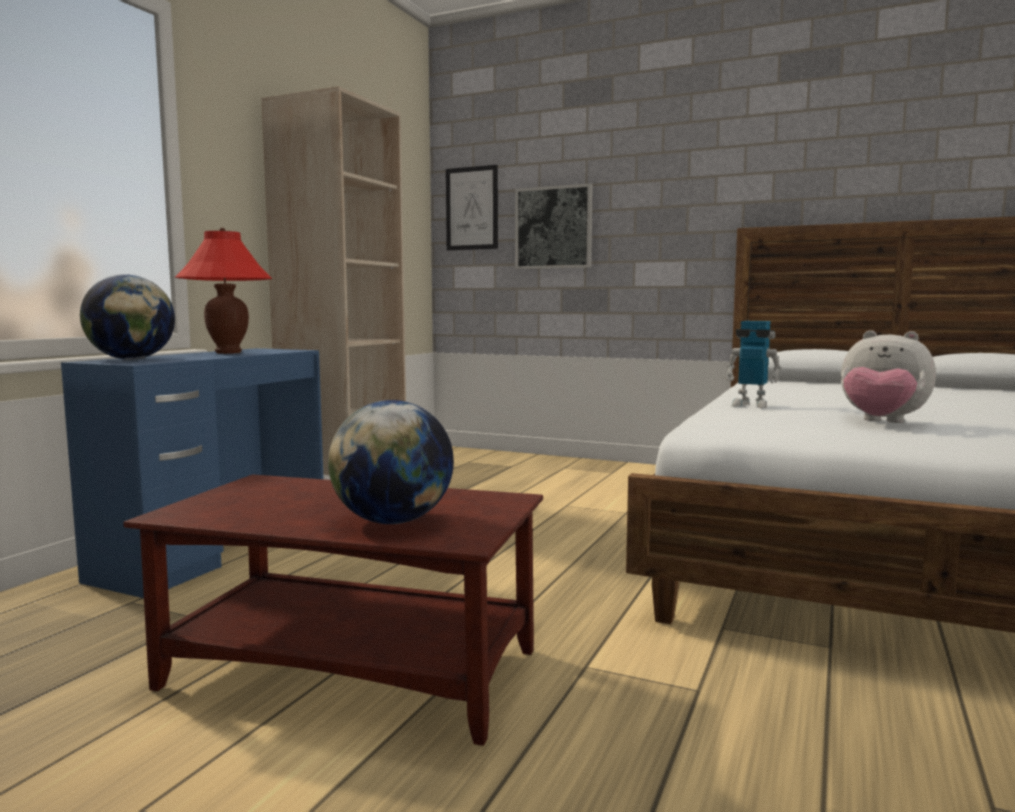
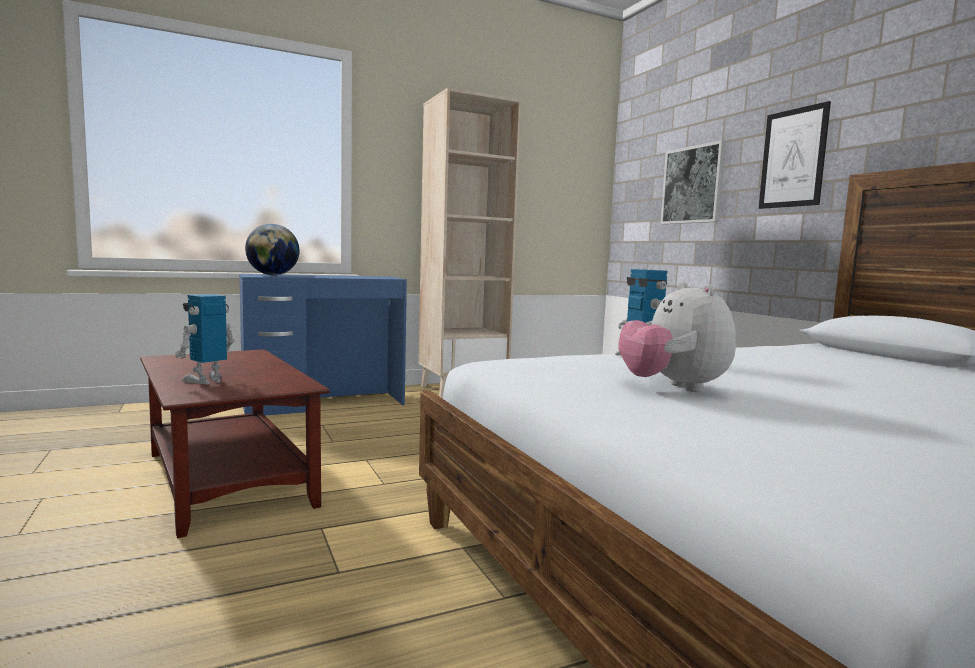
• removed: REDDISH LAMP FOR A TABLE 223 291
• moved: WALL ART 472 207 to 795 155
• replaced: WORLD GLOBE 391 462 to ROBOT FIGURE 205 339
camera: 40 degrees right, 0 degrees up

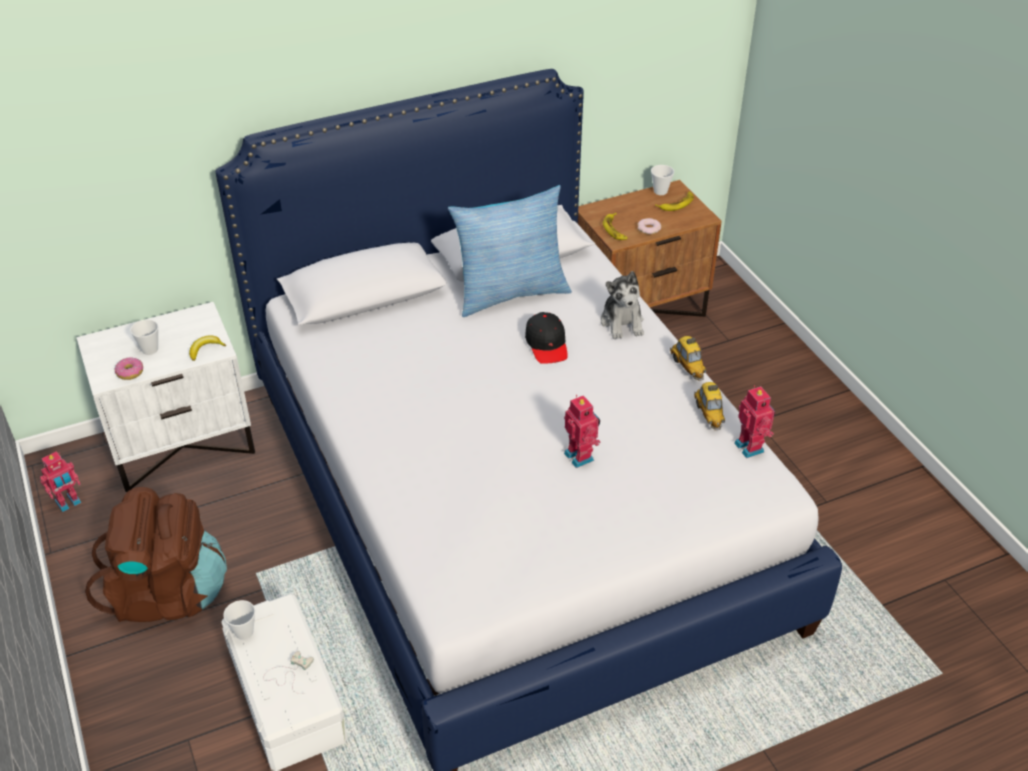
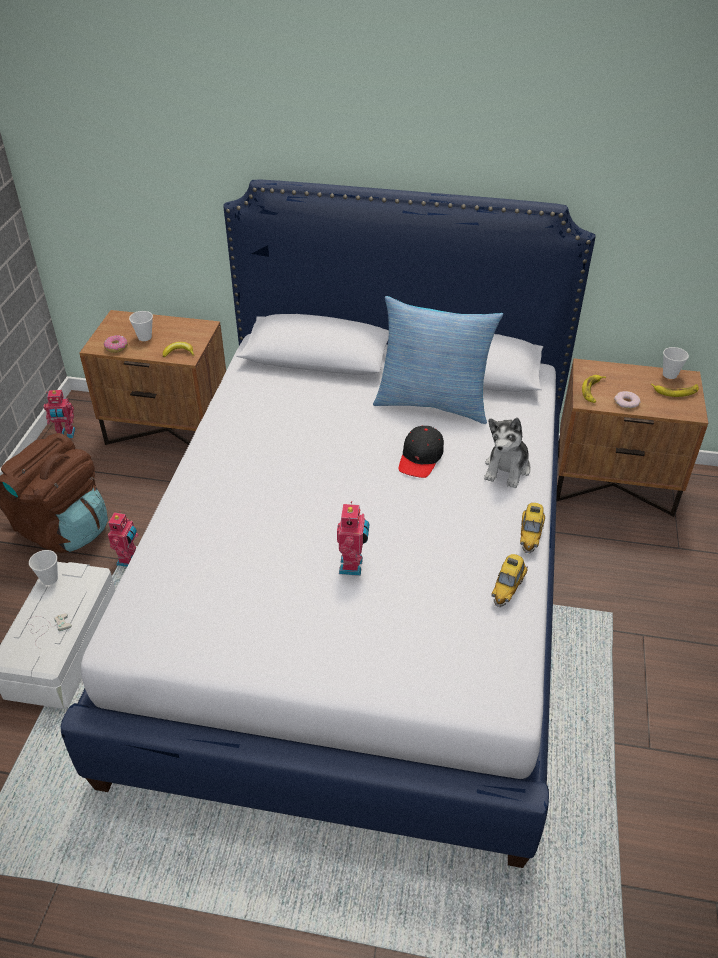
• moved: ROBOT FIGURE 754 421 to 123 539
• recoloured: WHITISH NIGHT TABLE 165 397 to BROWNISH NIGHT TABLE 152 377
camera: 35 degrees right, 0 degrees up

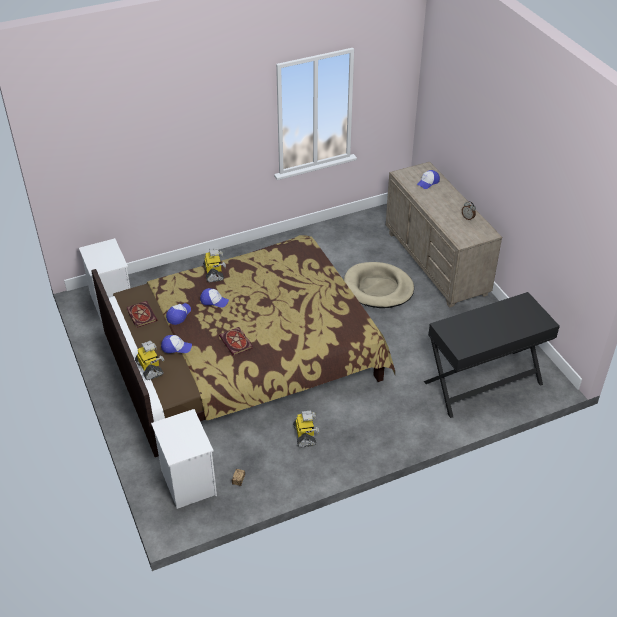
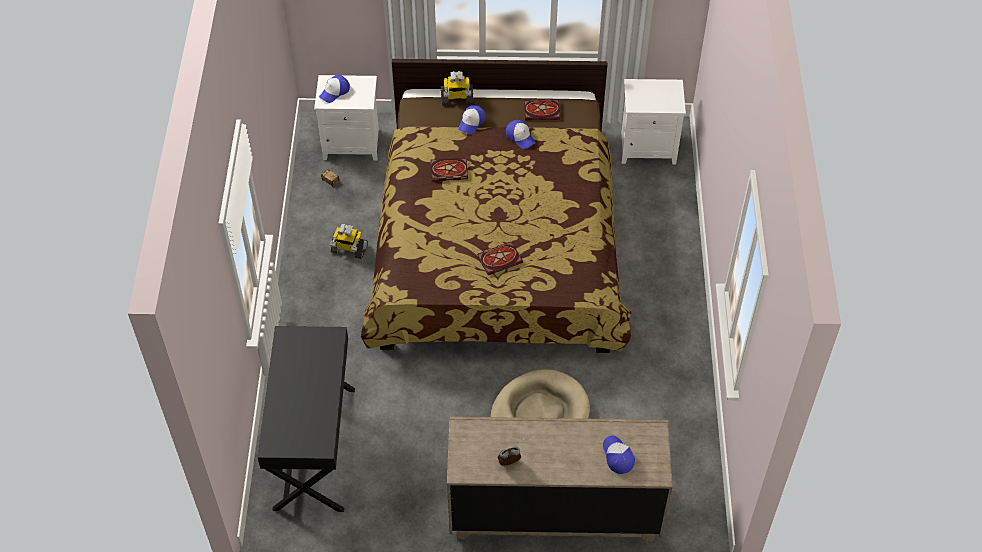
• removed: ROBOT FIGURE 214 264
• added: VOLUME 500 258
• moved: BASEBALL CAP 214 298 to 334 89
camera: 115 degrees right, 10 degrees up

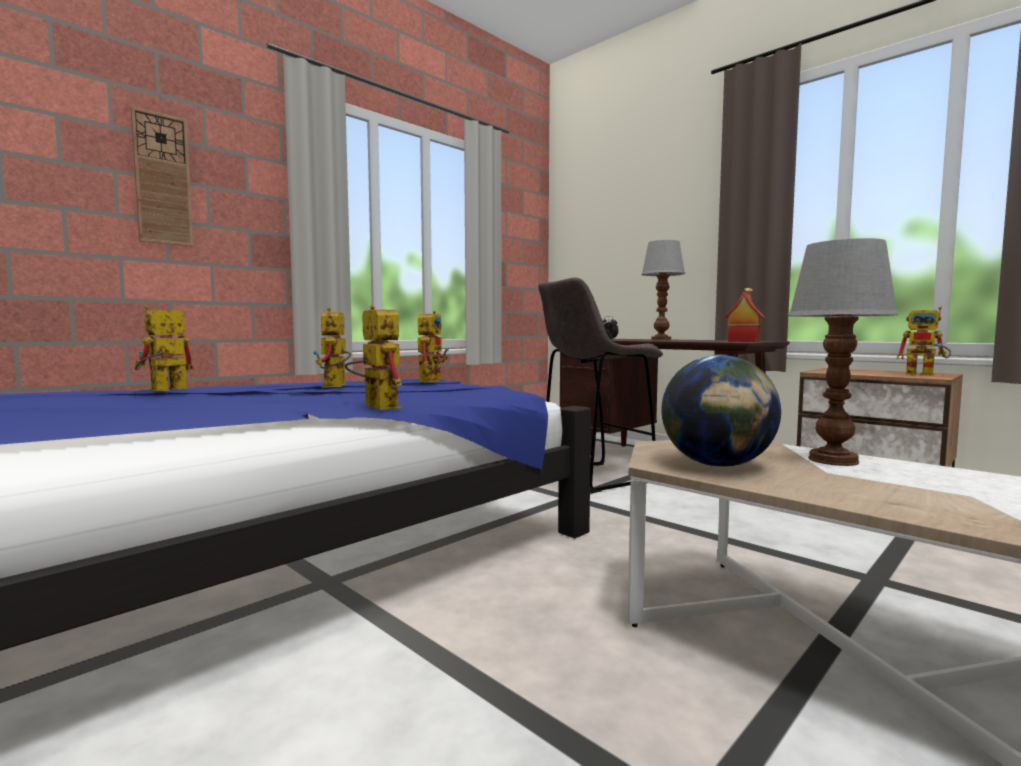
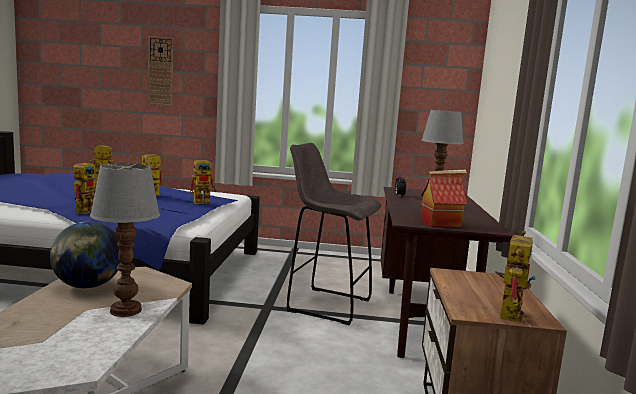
• turned: ROBOT FIGURE 923 341 = 515 277 150 degrees counterclockwise
camera: 50 degrees right, 5 degrees up

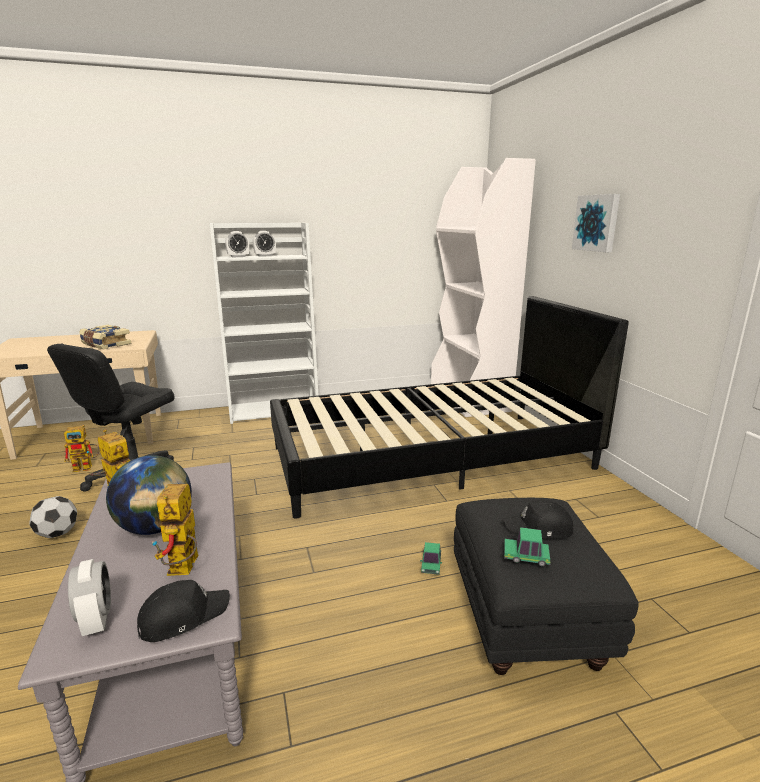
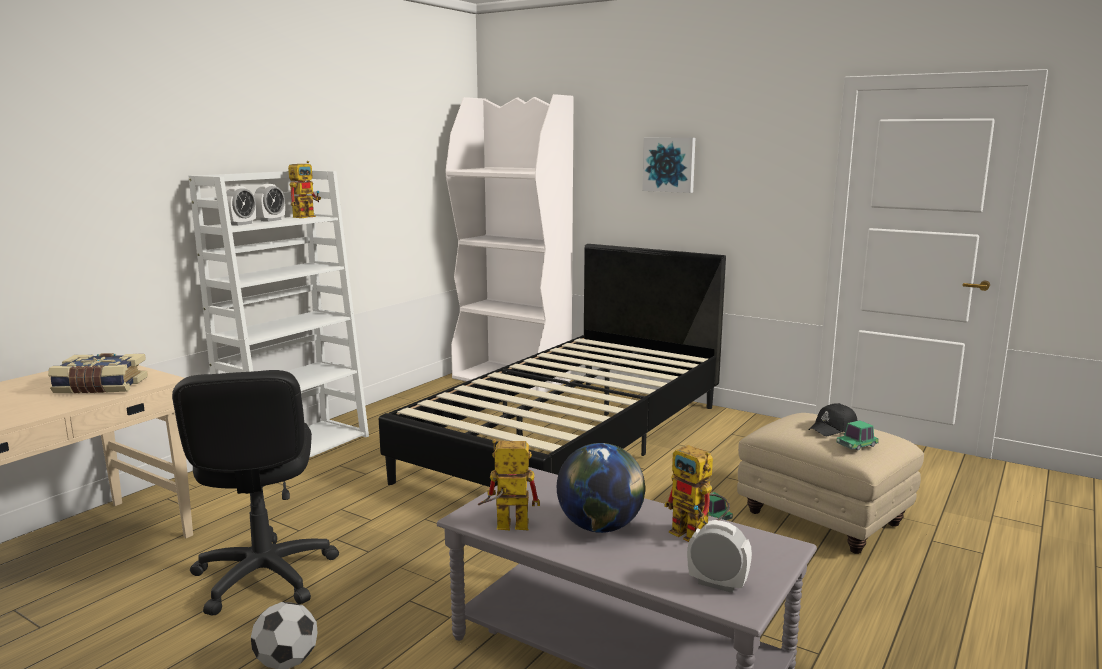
• removed: BLACK-COLOURED BASEBALL CAP 183 611
• moved: ROBOT FIGURE 82 448 to 304 189
• recoloured: BLACK-COLOURED FOOTREST 546 586 to SAND-COLOURED FOOTREST 830 483
camera: 40 degrees left, 5 degrees down

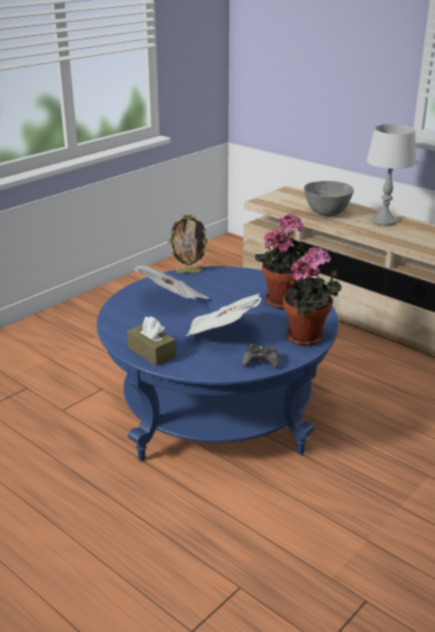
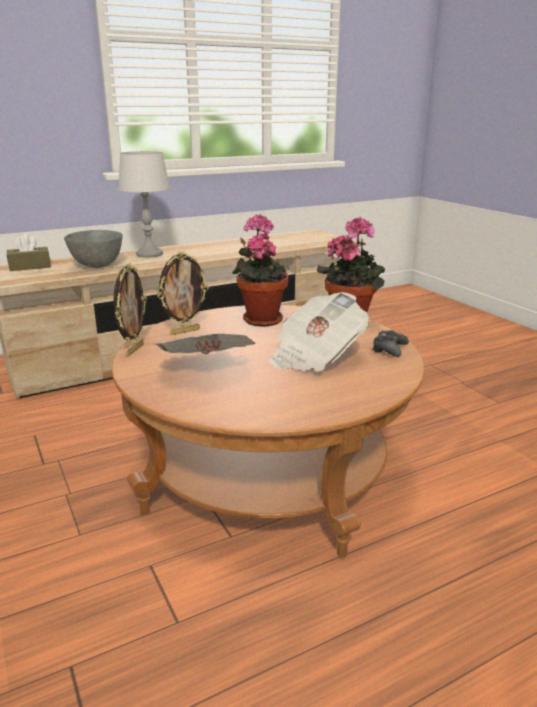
• added: PICTURE FRAME 183 293
• moved: BROWNISH TISSUE HOLDER 151 341 to 29 252
• recoloured: BLUE-COLOURED LOW TABLE 218 363 to BROWNISH LOW TABLE 268 431
camera: 70 degrees left, 5 degrees down

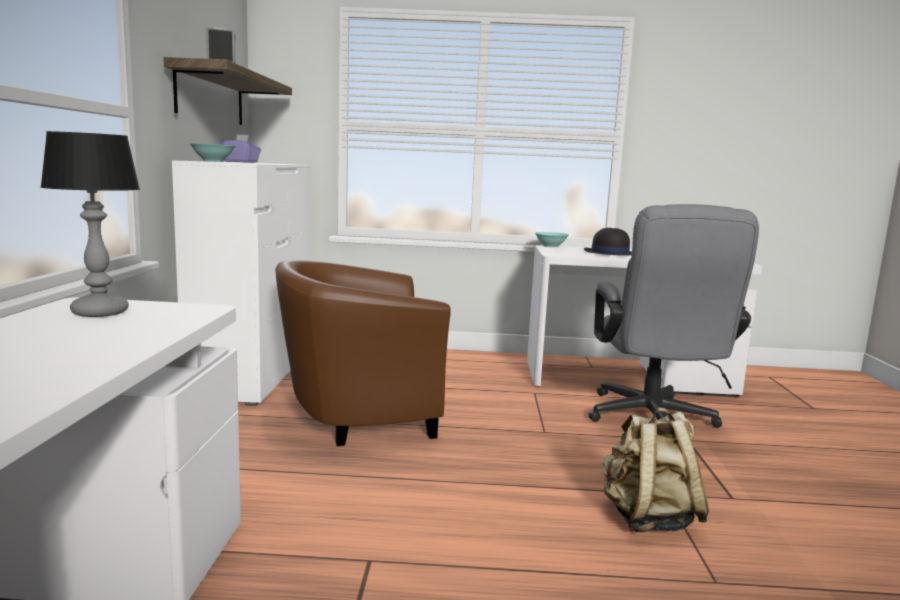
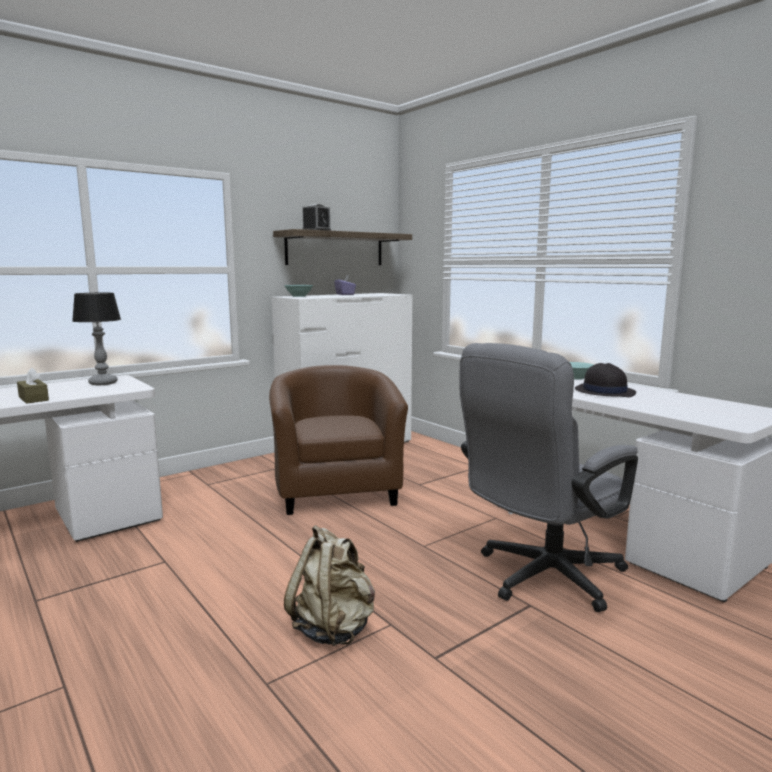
• added: BROWNISH TISSUE HOLDER 33 385
• turned: BROWNISH EASY CHAIR 363 353 = 338 440 45 degrees clockwise
camera: 50 degrees right, 0 degrees up

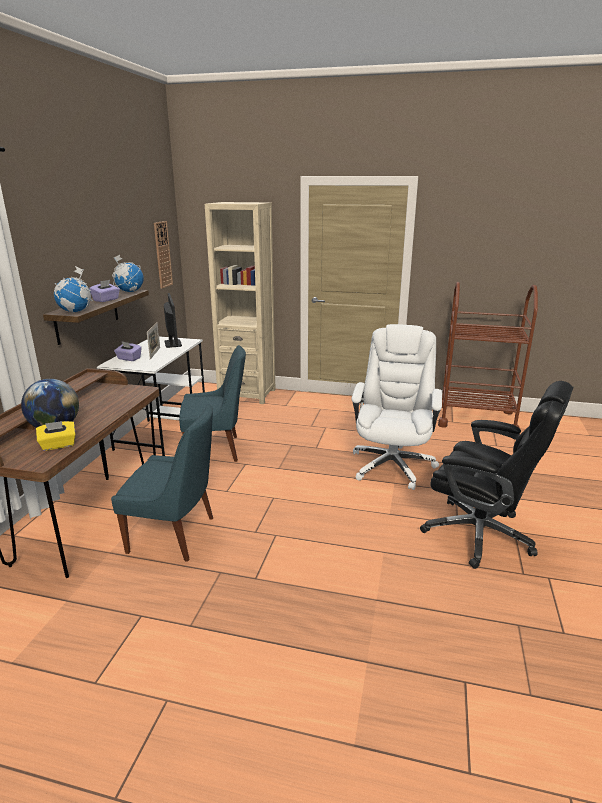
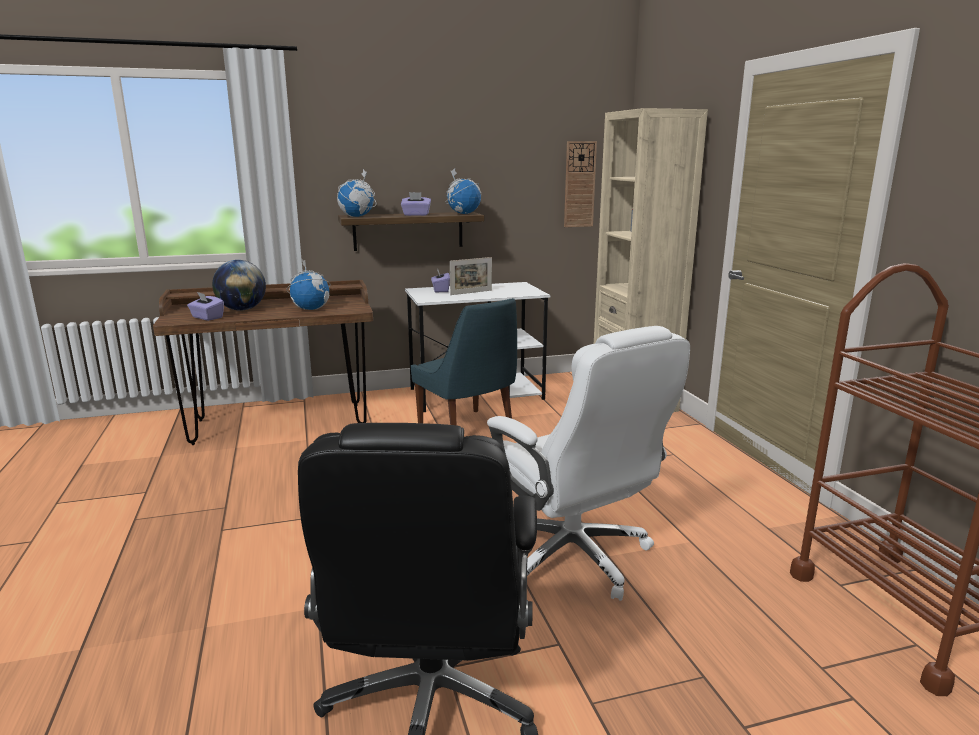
• removed: BLUE-COLOURED UPRIGHT CHAIR 162 483
• removed: COMPUTER SCREEN 173 320
• added: WORLD GLOBE 309 284
• recoloured: YELLOW-COLOURED TISSUE HOLDER 55 436 to PURPLE-COLOURED TISSUE HOLDER 205 306
• turned: WHITISH COMPUTER CHAIR 397 407 = 588 463 75 degrees clockwise
camera: 60 degrees right, 5 degrees down

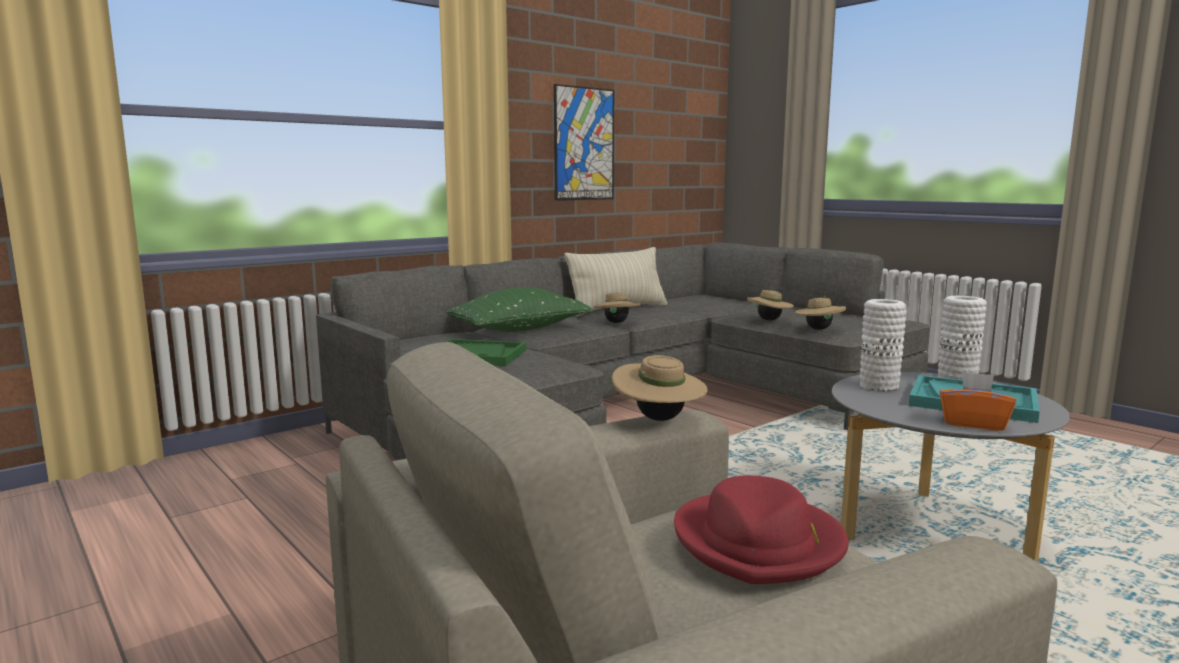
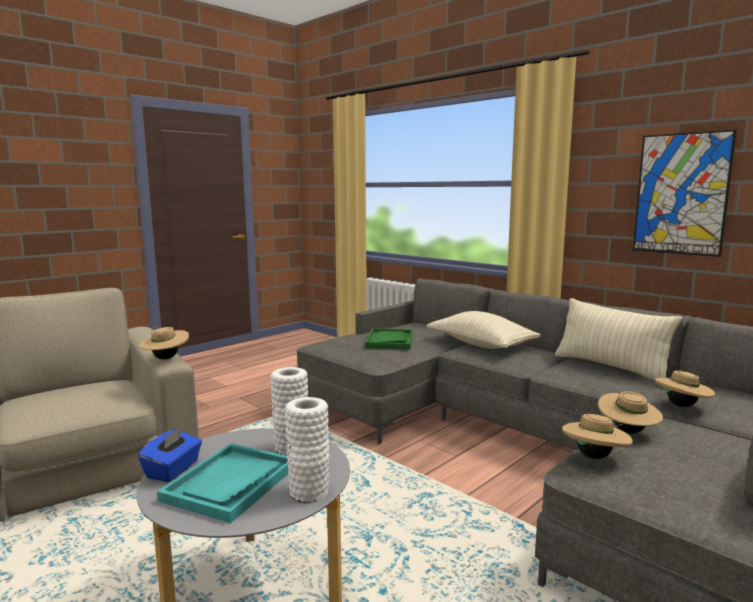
• removed: REDDISH CLOTHING HAT 761 530
• moved: SAND-COLOURED CLOTHING HAT 617 307 to 685 389
• recoloured: GREEN PILLOW 519 309 to SAND-COLOURED PILLOW 483 330
• recoloured: ORANGE-COLOURED TISSUE HOLDER 977 401 to BLUE-COLOURED TISSUE HOLDER 170 454
camera: 85 degrees right, 0 degrees up

